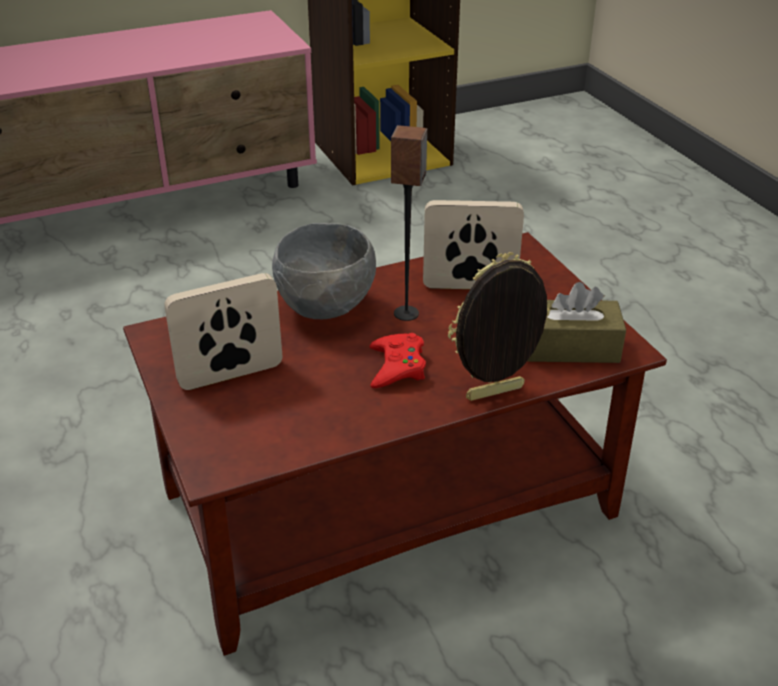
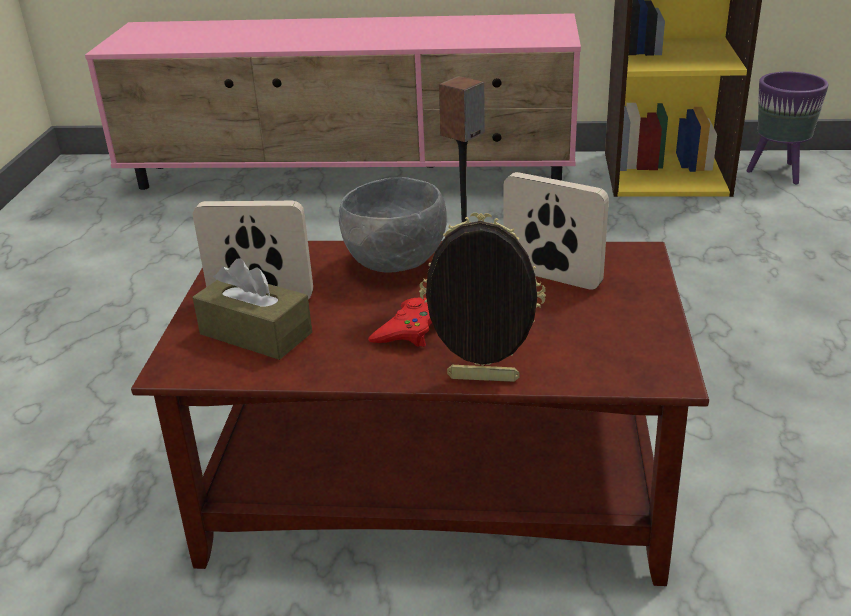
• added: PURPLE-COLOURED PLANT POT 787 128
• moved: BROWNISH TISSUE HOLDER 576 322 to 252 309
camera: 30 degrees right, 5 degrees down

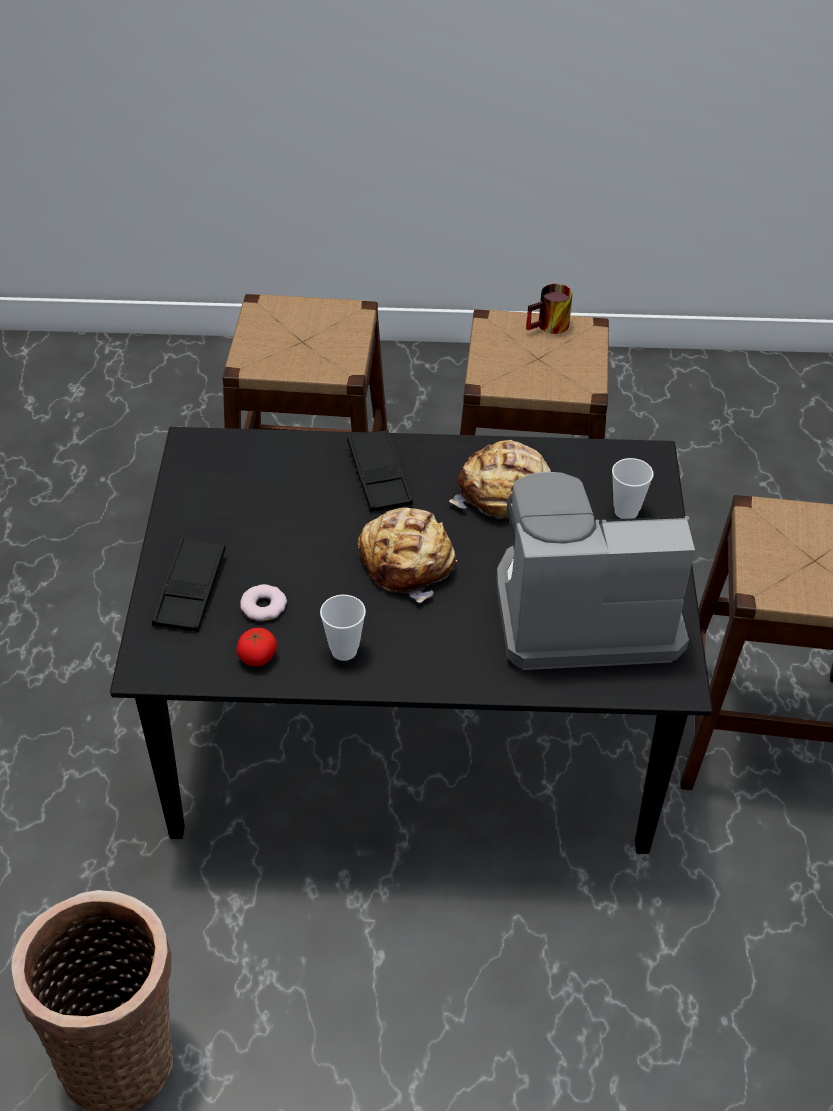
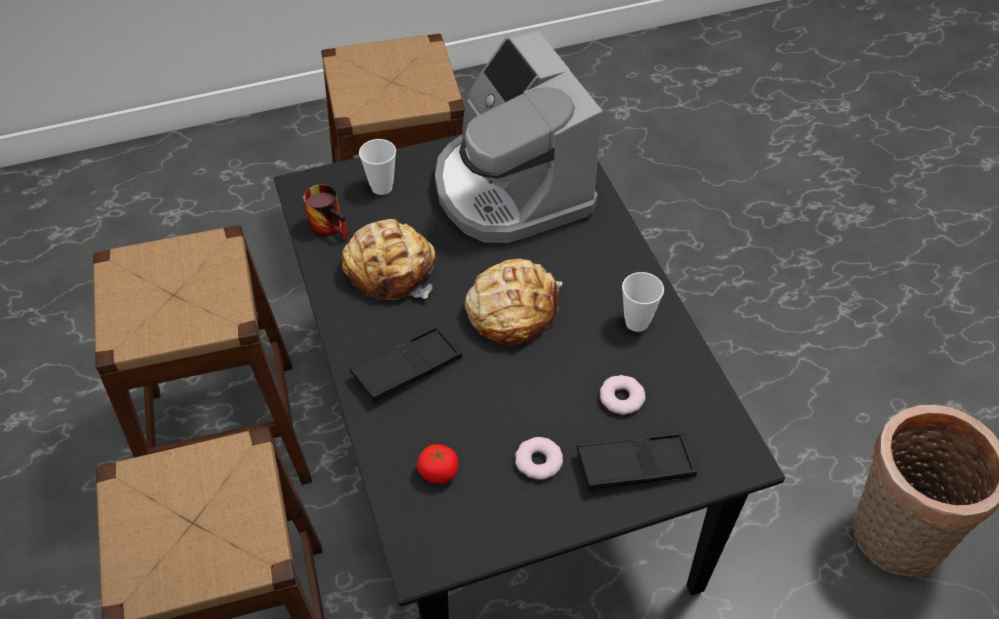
• added: RING DOUGHNUT 539 458
• moved: TOMATO 256 647 to 437 464
• moved: COFFEE MUG 549 309 to 325 211
camera: 110 degrees left, 5 degrees up

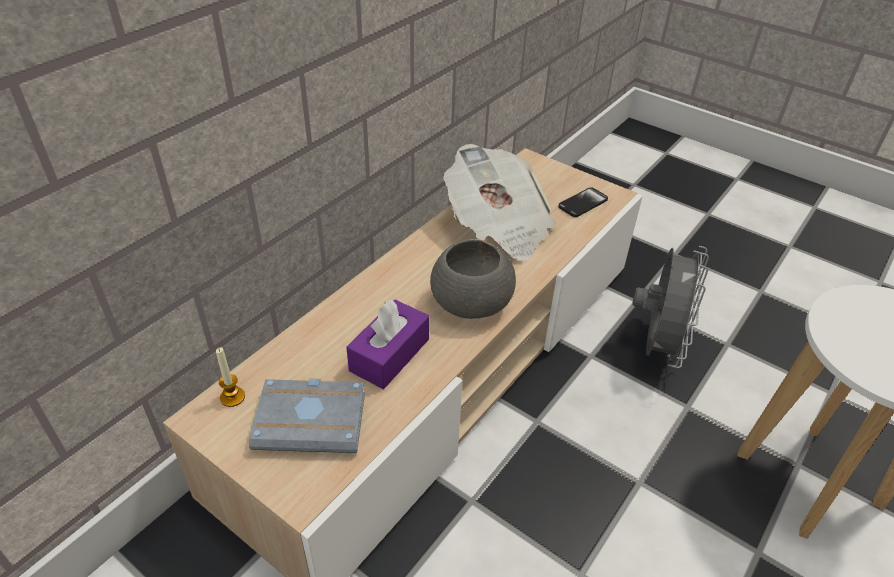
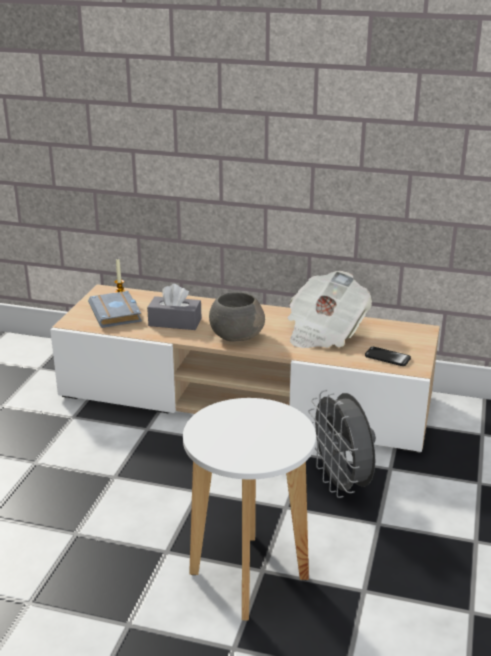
• recoloured: PURPLE-COLOURED TISSUE HOLDER 387 344 to GREYISH TISSUE HOLDER 174 307
• turned: GREYISH ELECTRIC FAN 670 307 = 342 444 75 degrees clockwise
camera: 70 degrees right, 15 degrees down

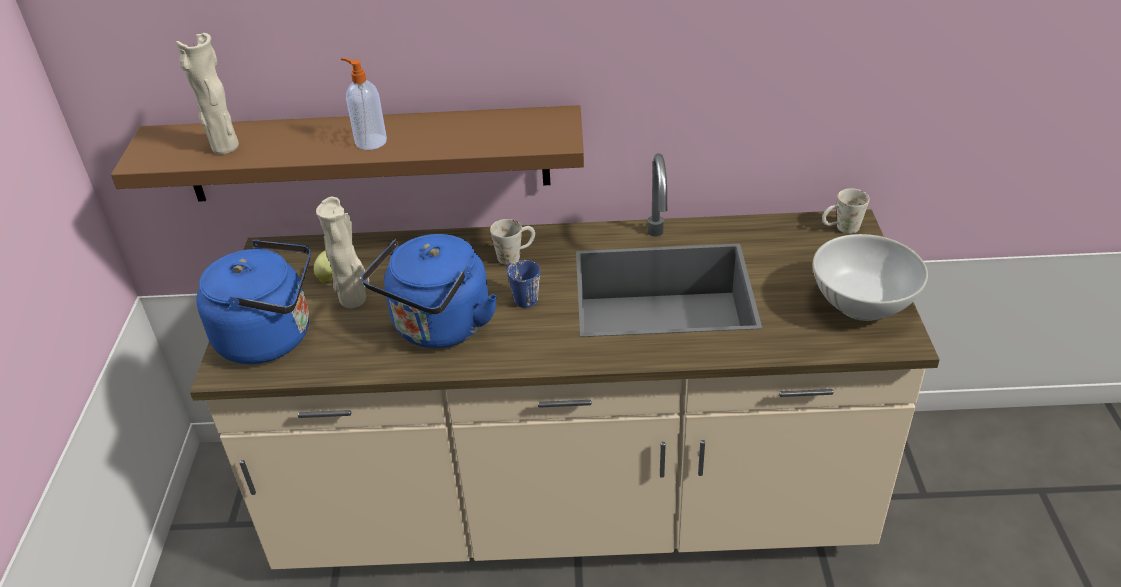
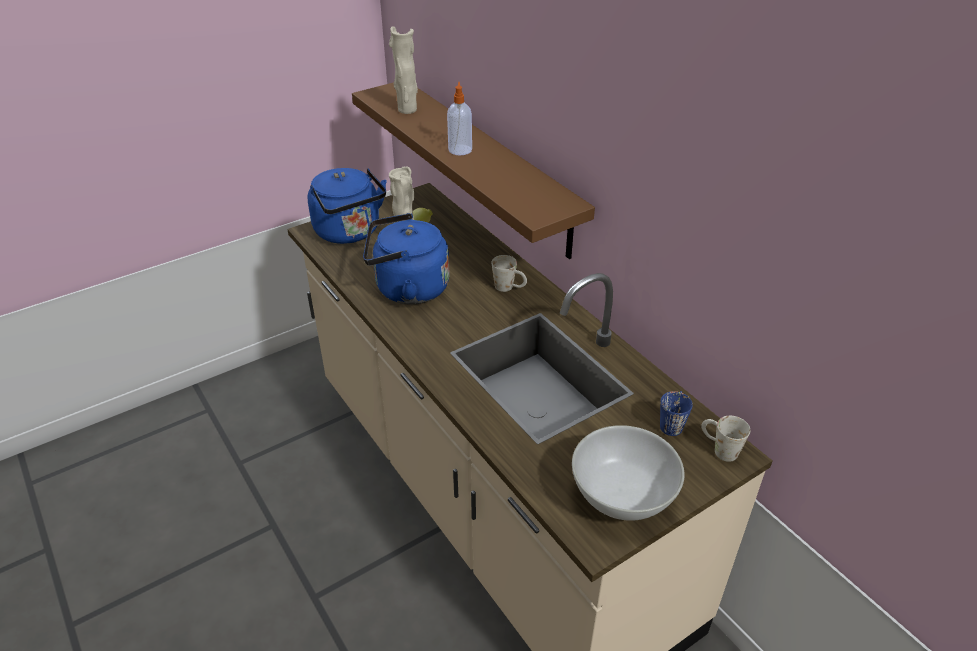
• moved: BLUE-COLOURED COFFEE MUG 523 284 to 676 413
camera: 55 degrees right, 0 degrees up

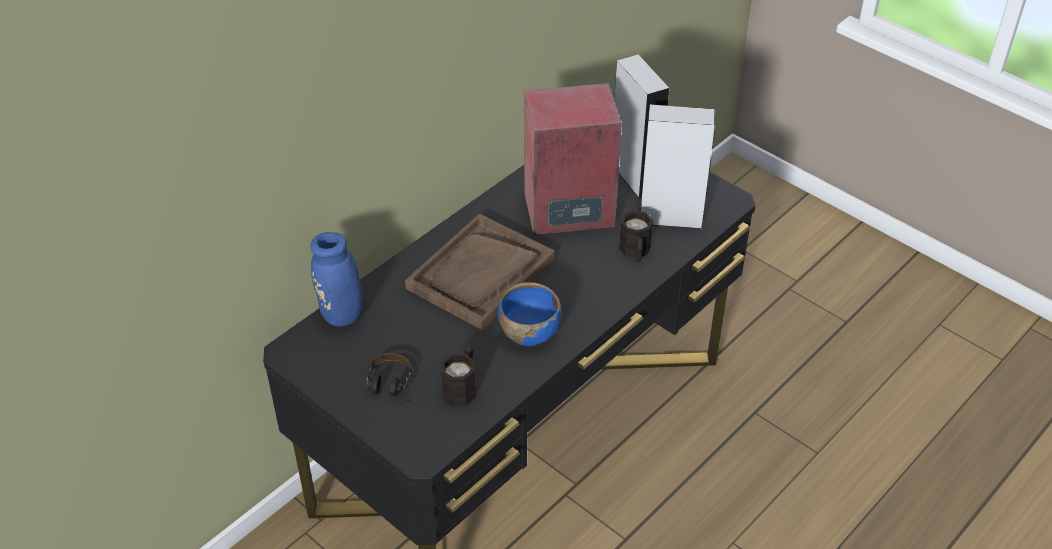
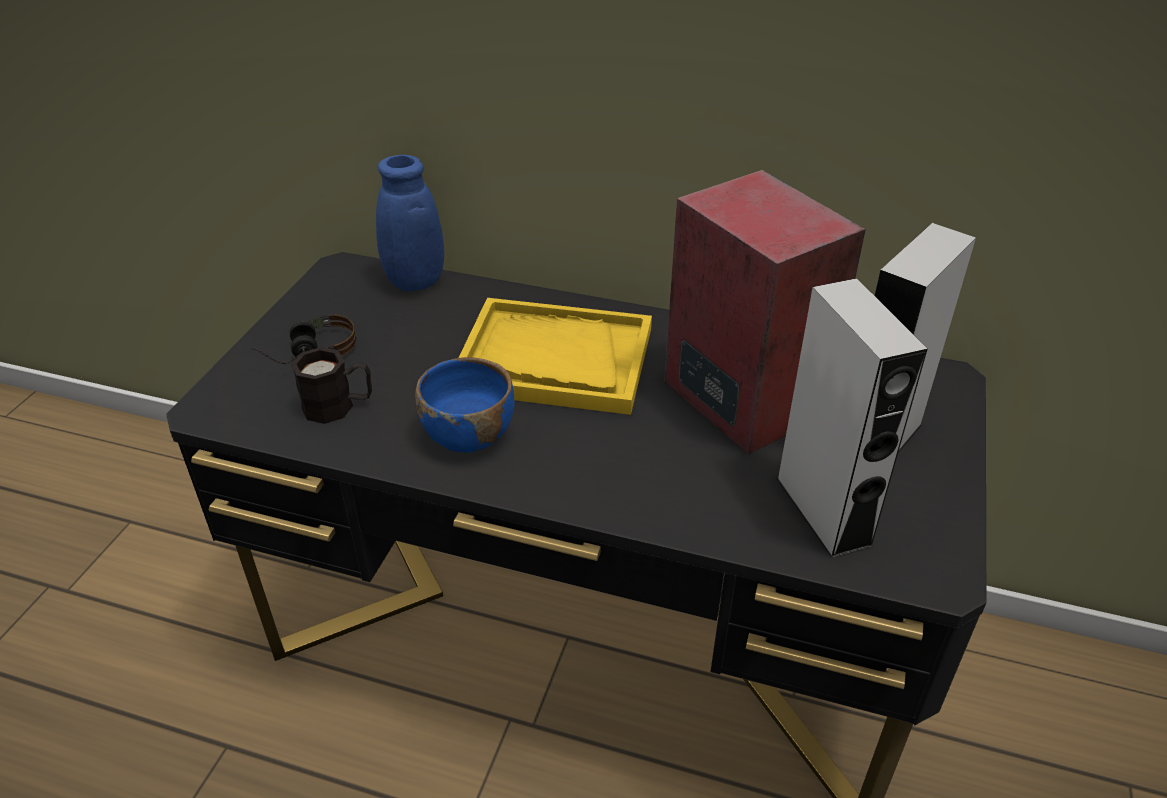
• removed: BLACK-COLOURED COFFEE MUG 636 236
• recoloured: BROWNISH CARRYING TRAY 480 272 to YELLOW-COLOURED CARRYING TRAY 555 356
camera: 65 degrees right, 5 degrees down

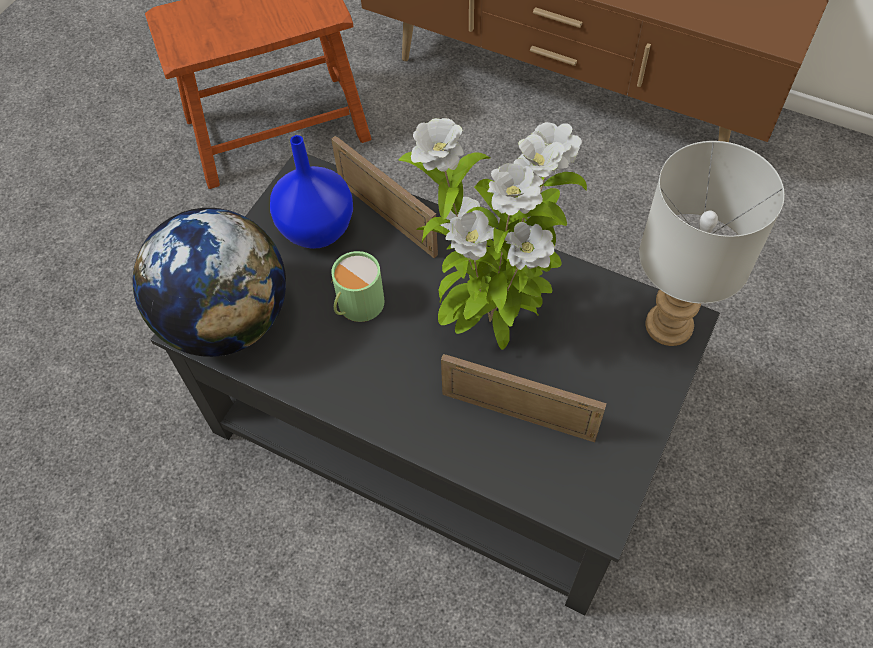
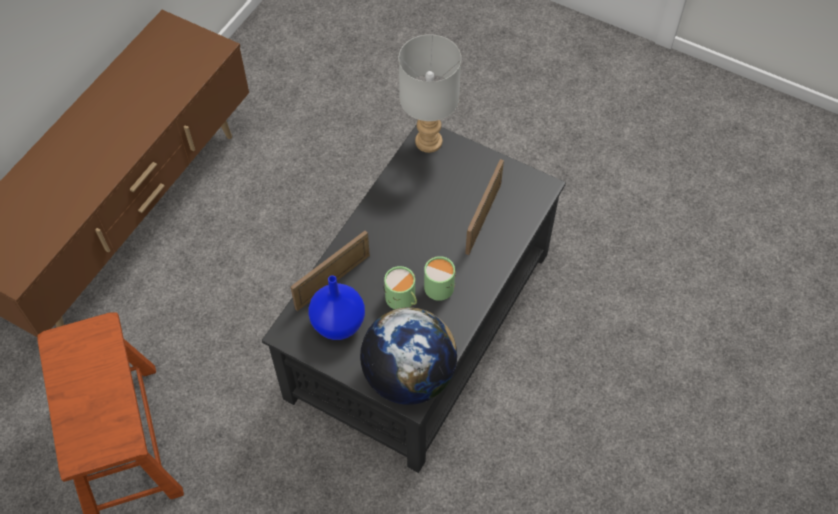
• removed: HOUSEPLANT 493 234
• added: GREEN COFFEE MUG 440 278
camera: 90 degrees left, 0 degrees up

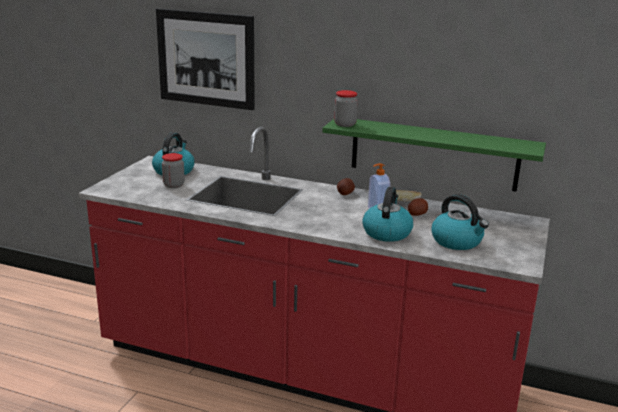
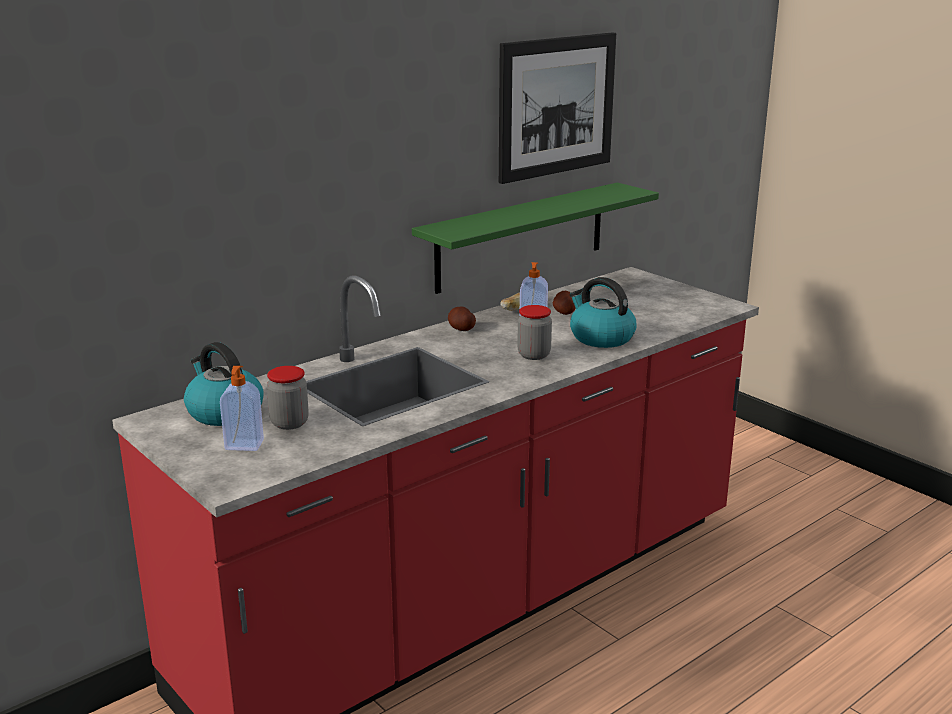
• removed: KETTLE 460 222
• added: SOAP BOTTLE 242 408
• moved: WALL ART 205 59 to 557 108
• moved: PRESERVE JAR 346 108 to 534 332
camera: 60 degrees left, 0 degrees up

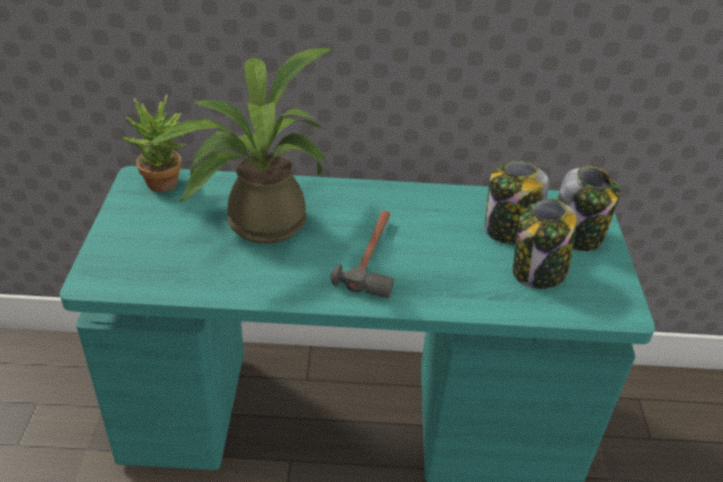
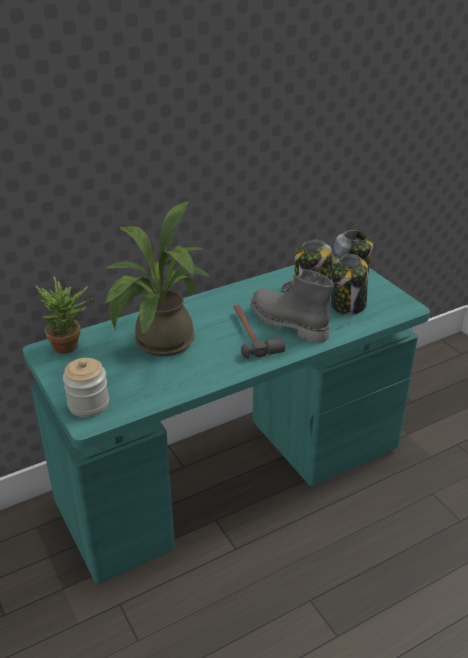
• added: PRESERVE JAR 86 387
• added: GREYISH TALL BOOT 292 306
camera: 30 degrees left, 5 degrees down

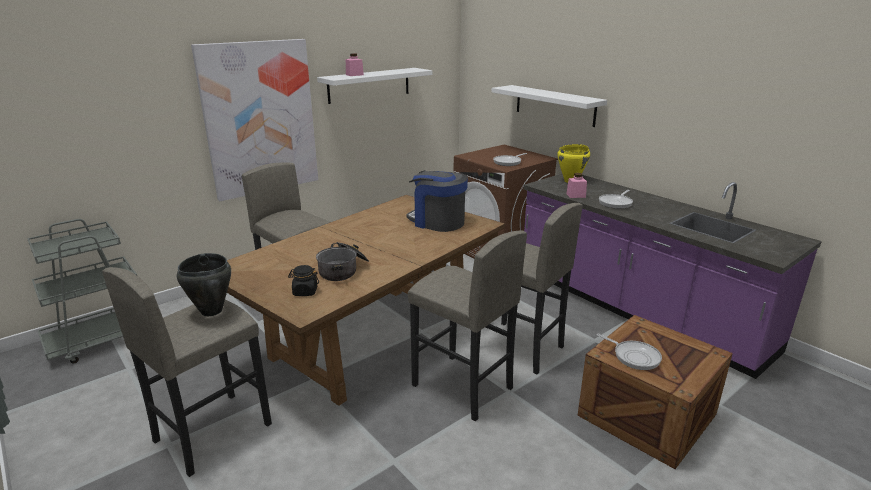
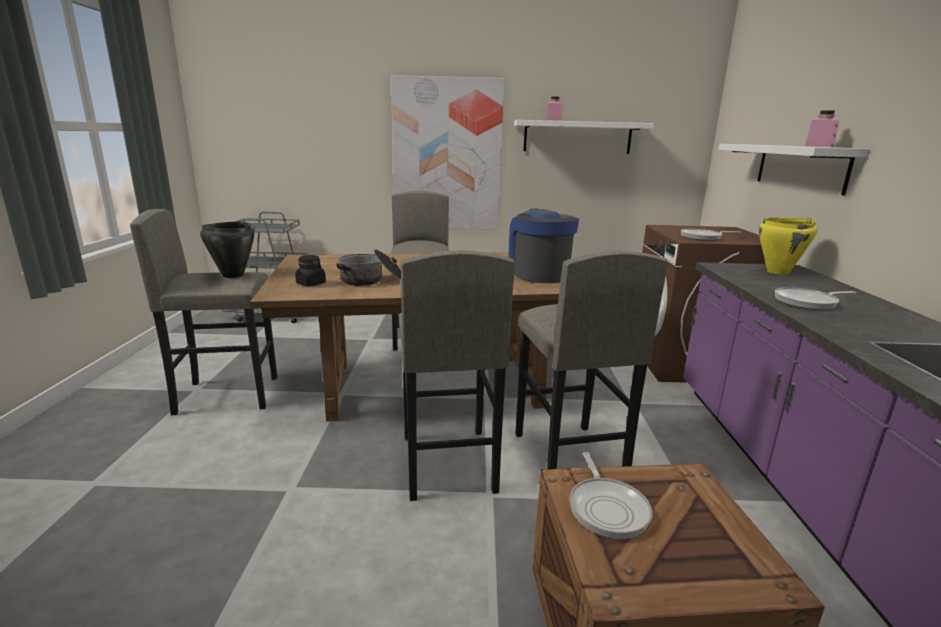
• moved: PINK PRESERVE JAR 576 185 to 822 128
camera: 40 degrees right, 5 degrees down

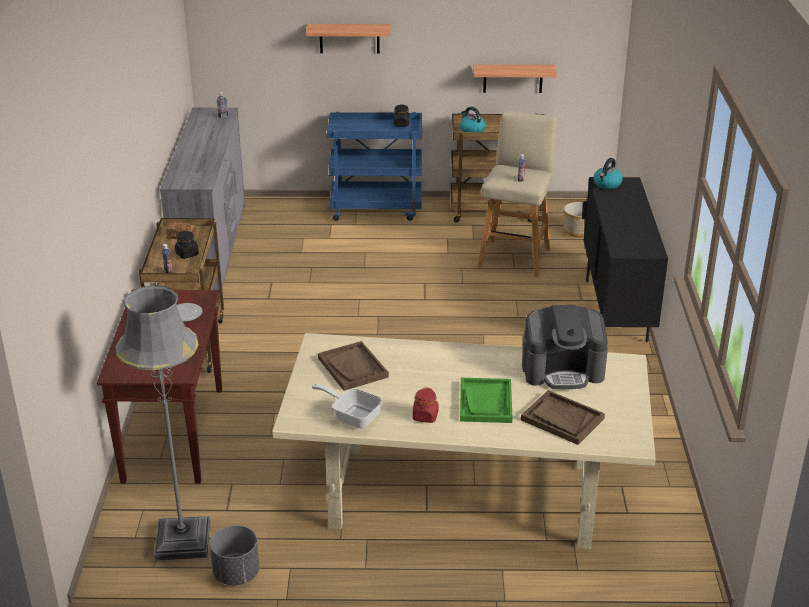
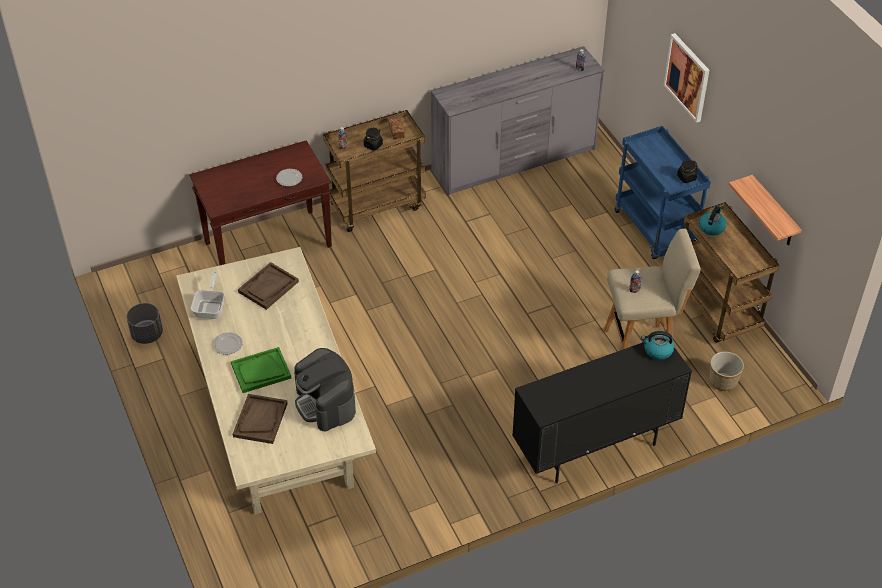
• removed: GREYISH FLOOR LAMP 162 423
• replaced: SHELF 348 39 to WALL ART 686 78
• replaced: REDDISH PRESERVE JAR 425 405 to PLATE 227 343
camera: 65 degrees right, 15 degrees up

